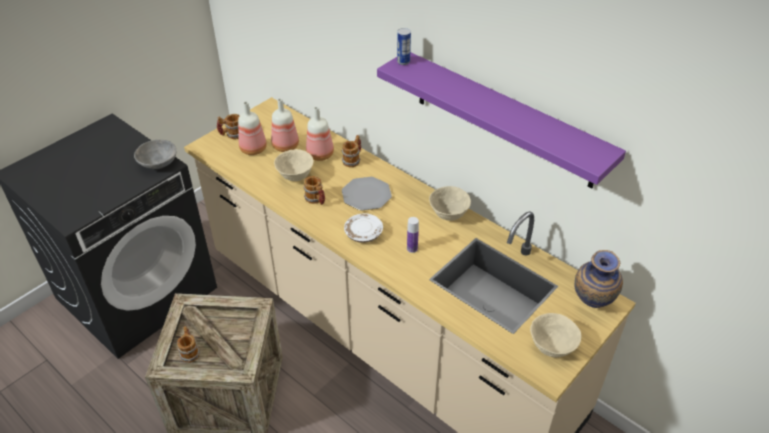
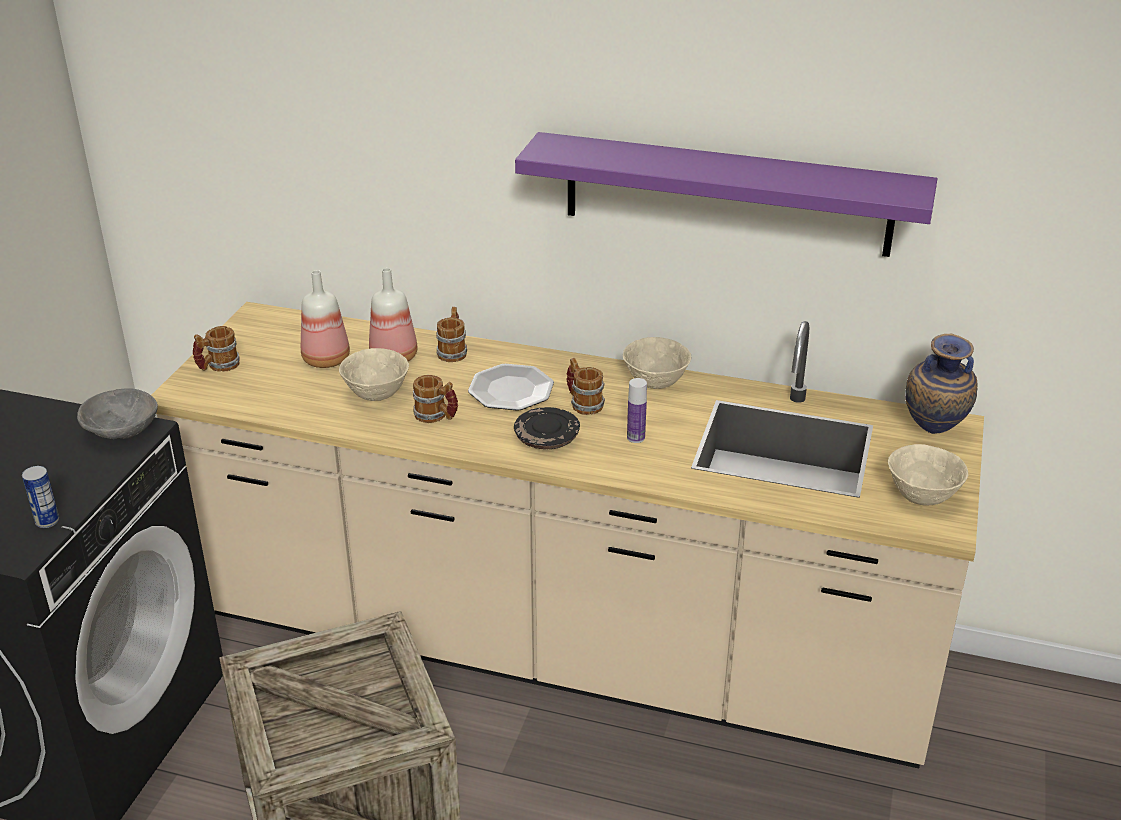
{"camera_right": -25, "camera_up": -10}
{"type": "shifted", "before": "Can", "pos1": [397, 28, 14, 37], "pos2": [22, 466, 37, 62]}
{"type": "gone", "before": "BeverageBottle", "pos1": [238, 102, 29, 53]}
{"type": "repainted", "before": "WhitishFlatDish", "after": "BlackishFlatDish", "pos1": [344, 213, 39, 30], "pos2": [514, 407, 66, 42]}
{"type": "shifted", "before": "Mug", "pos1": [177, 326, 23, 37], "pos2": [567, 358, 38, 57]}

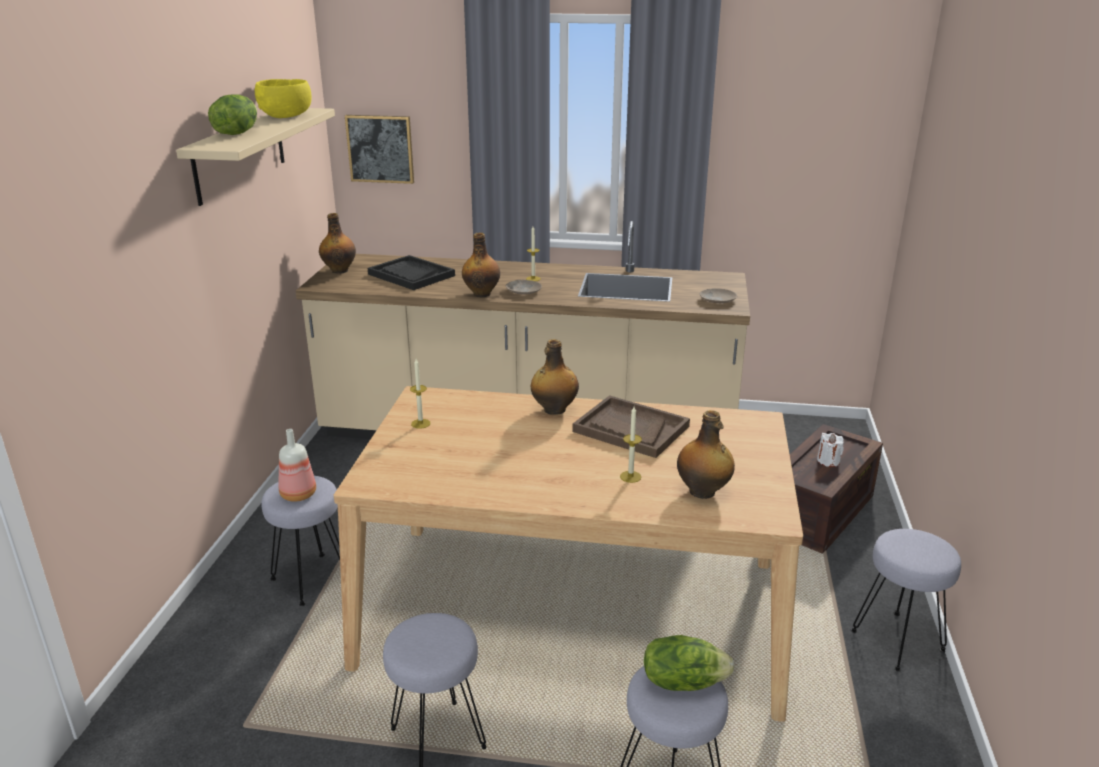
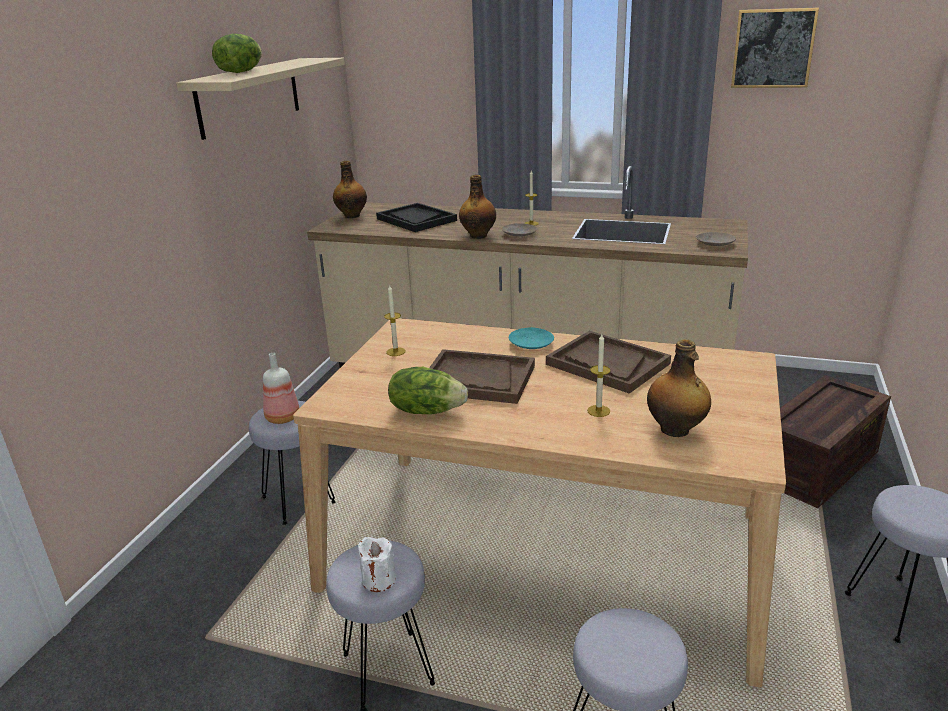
{"camera_right": 10, "camera_up": 0}
{"type": "gone", "before": "YellowColouredBowl", "pos1": [255, 79, 56, 39]}
{"type": "shifted", "before": "WallPicture", "pos1": [345, 115, 69, 69], "pos2": [731, 8, 88, 80]}
{"type": "swapped", "before": "BeverageBottle", "after": "TurquoiseColouredFlatDish", "pos1": [531, 339, 48, 76], "pos2": [509, 327, 45, 22]}
{"type": "shifted", "before": "WhitishWaxCandle", "pos1": [817, 433, 27, 34], "pos2": [358, 537, 38, 55]}
{"type": "shifted", "before": "LettuceHead", "pos1": [644, 635, 90, 56], "pos2": [388, 367, 80, 47]}
{"type": "new", "after": "BrownTray", "pos2": [429, 349, 106, 55]}

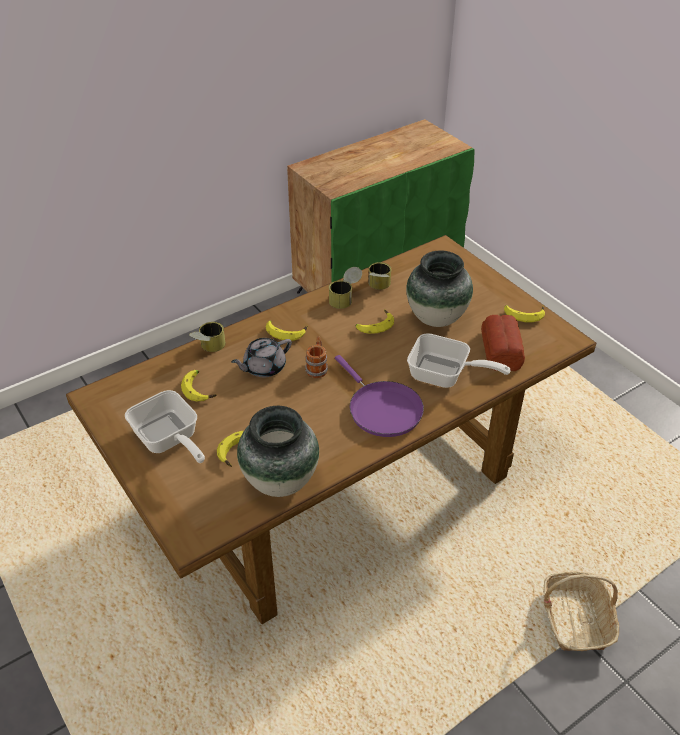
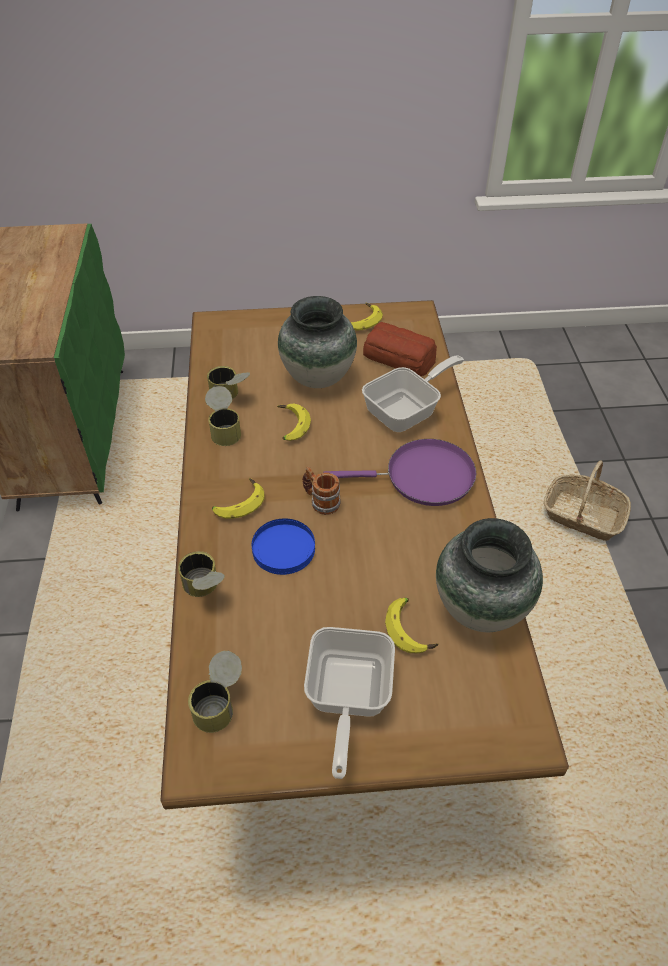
{"camera_right": -60, "camera_up": 5}
{"type": "swapped", "before": "GreyishTeaPot", "after": "BlueColouredFlatDish", "pos1": [231, 338, 61, 39], "pos2": [252, 518, 63, 57]}
{"type": "gone", "before": "Banana", "pos1": [181, 370, 36, 31]}
{"type": "rotated", "before": "FryingPan", "pos1": [125, 390, 80, 73], "pos2": [304, 627, 91, 152], "turn": 105}
{"type": "new", "after": "Can", "pos2": [188, 651, 54, 82]}

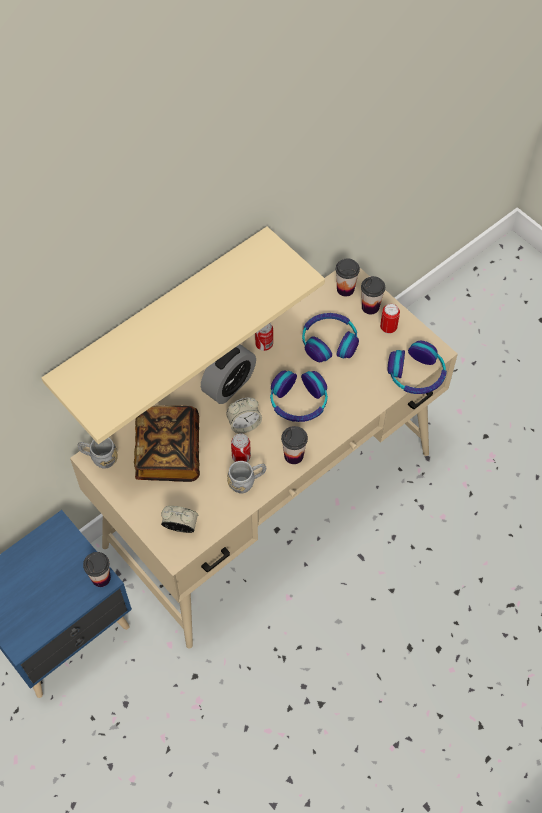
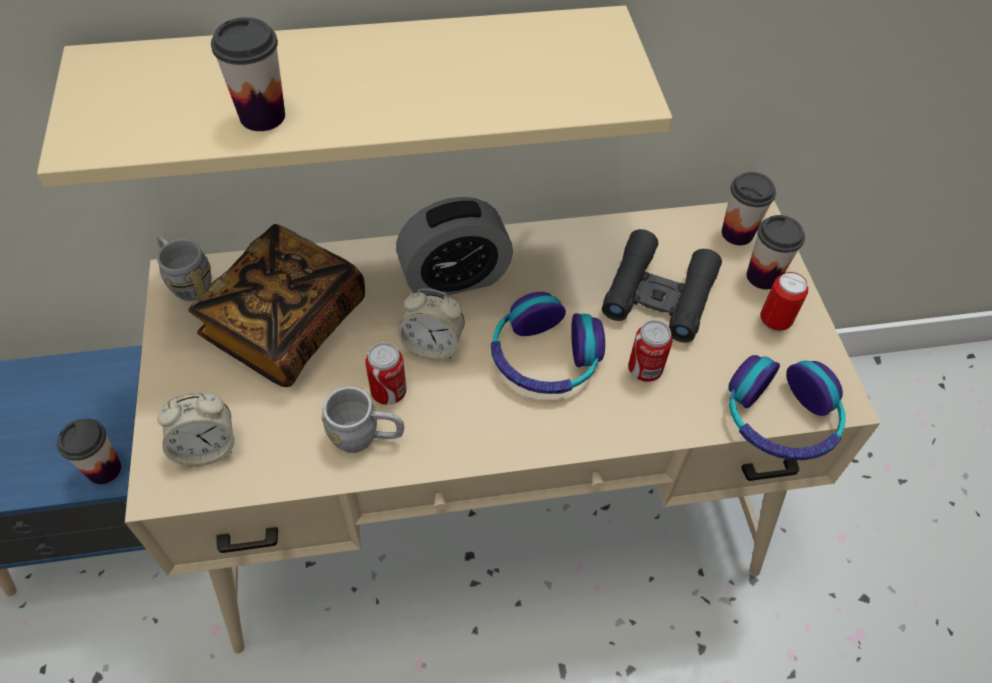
{"camera_right": 30, "camera_up": -5}
{"type": "swapped", "before": "Headphones", "after": "BlackishFieldGlasses", "pos1": [302, 313, 57, 49], "pos2": [602, 229, 120, 114]}
{"type": "shifted", "before": "Can", "pos1": [255, 323, 18, 28], "pos2": [628, 320, 45, 62]}
{"type": "shifted", "before": "SmallCup", "pos1": [281, 426, 27, 38], "pos2": [211, 17, 74, 114]}
{"type": "rotated", "before": "AlarmClock", "pos1": [161, 506, 37, 27], "pos2": [157, 392, 78, 74], "turn": 120}

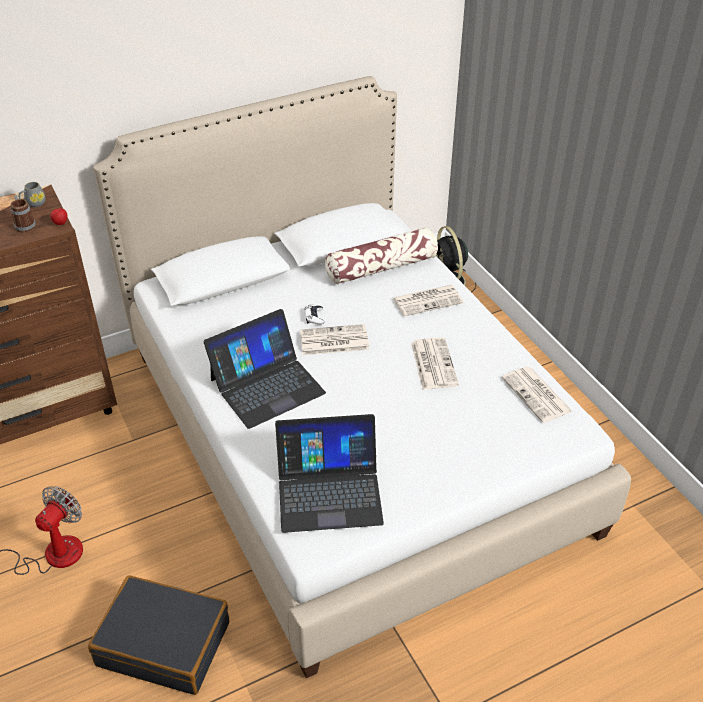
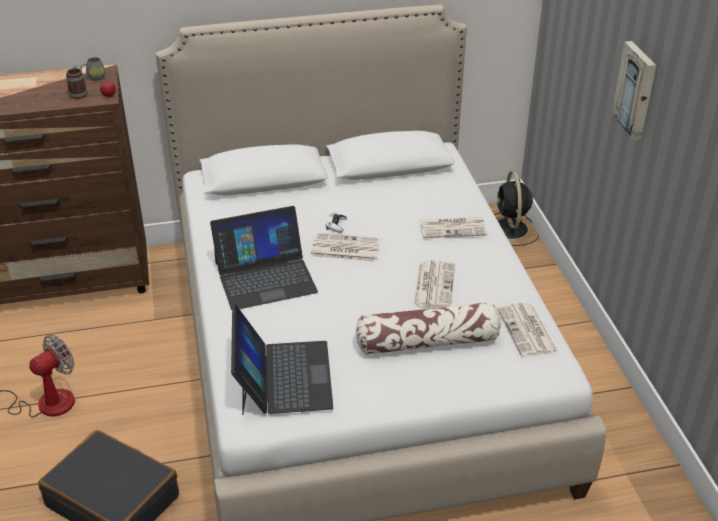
{"camera_right": 15, "camera_up": -5}
{"type": "shifted", "before": "Cushion", "pos1": [325, 227, 113, 57], "pos2": [356, 302, 145, 53]}
{"type": "rotated", "before": "PortableComputer", "pos1": [275, 414, 109, 119], "pos2": [231, 304, 102, 111], "turn": -105}
{"type": "new", "after": "WallPicture", "pos2": [612, 41, 44, 99]}

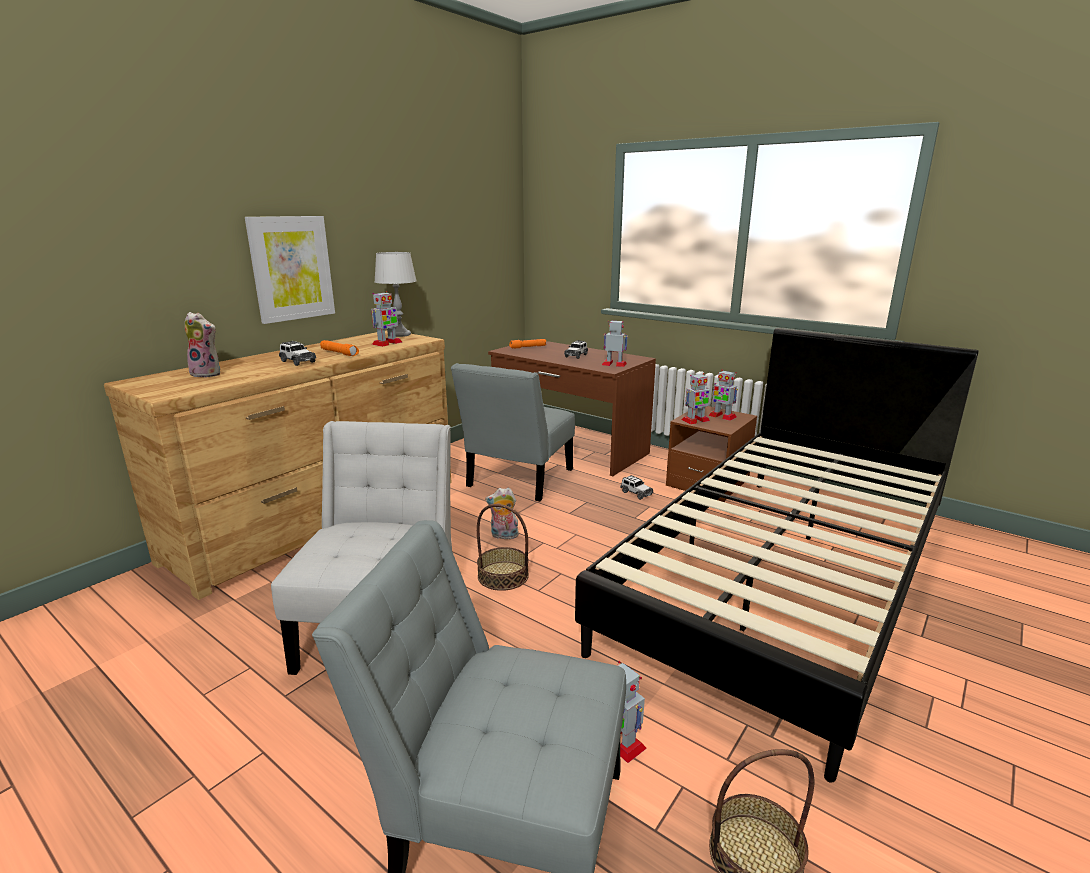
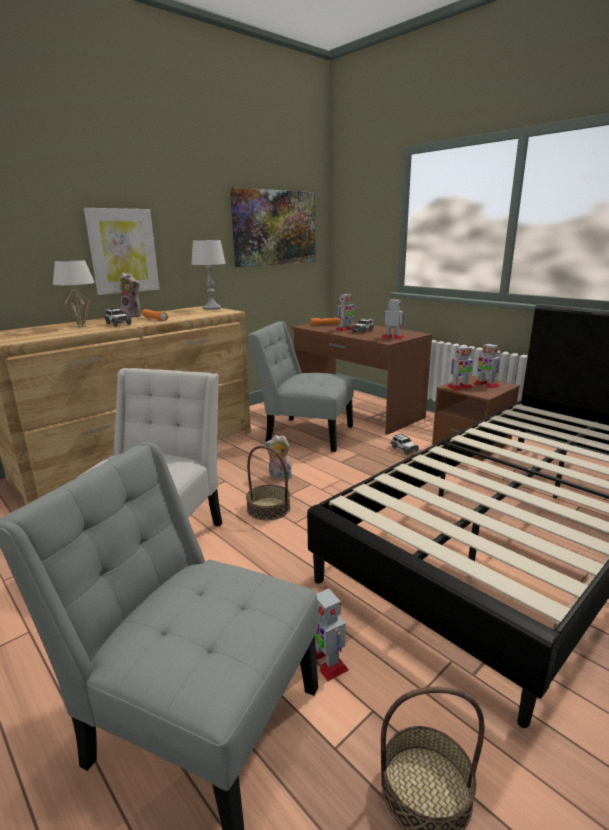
{"camera_right": 10, "camera_up": 0}
{"type": "shifted", "before": "ModelRobot", "pos1": [371, 291, 31, 56], "pos2": [336, 293, 18, 38]}
{"type": "shifted", "before": "CuddlyToy", "pos1": [185, 312, 35, 66], "pos2": [120, 272, 21, 45]}
{"type": "rotated", "before": "GreyishPlainChair", "pos1": [451, 363, 124, 138], "pos2": [247, 321, 107, 131], "turn": 75}
{"type": "new", "after": "WallPicture", "pos2": [230, 187, 86, 80]}
{"type": "new", "after": "WhitishLampForATable", "pos2": [53, 260, 42, 67]}

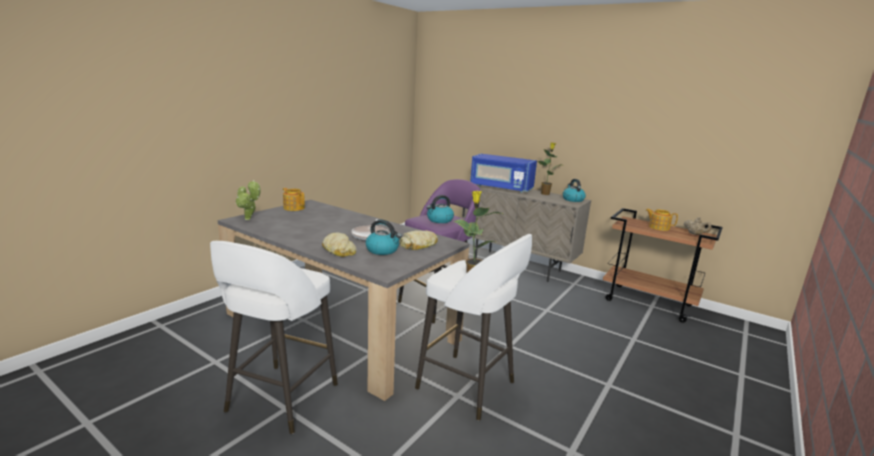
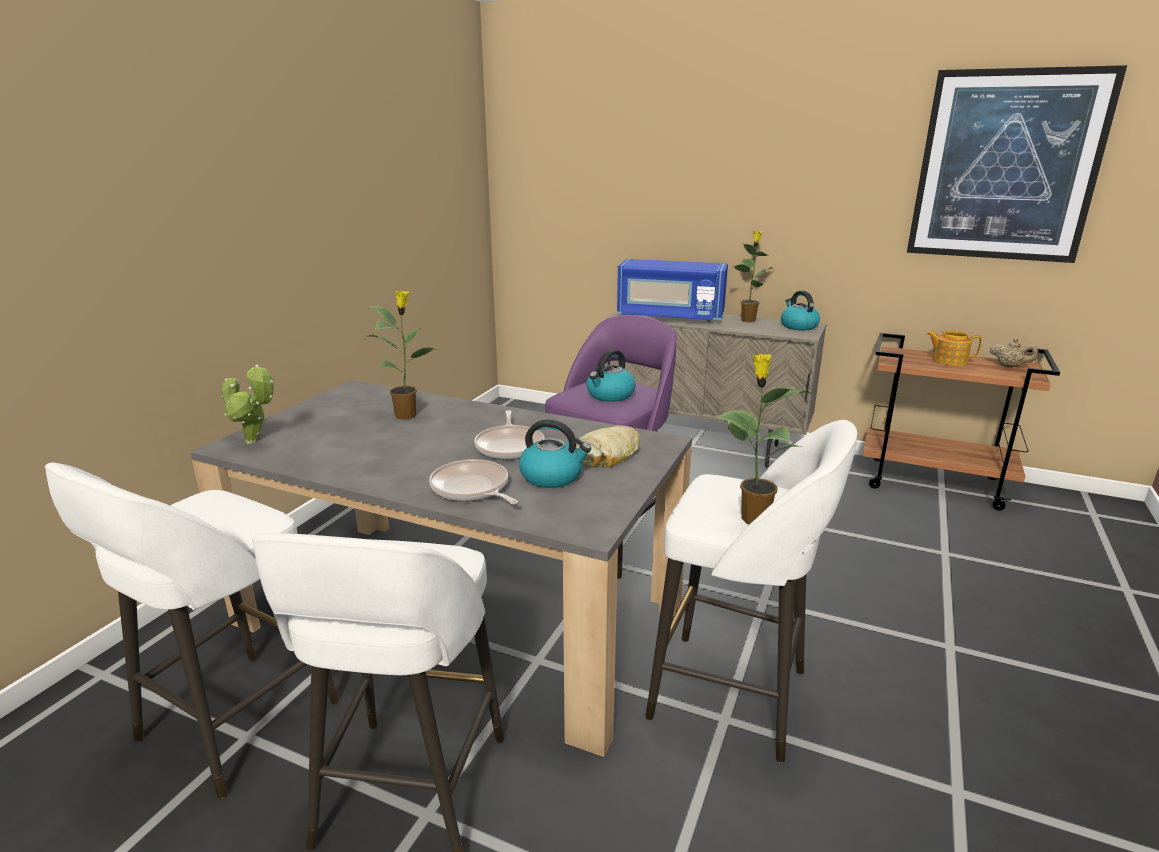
{"camera_right": -10, "camera_up": 5}
{"type": "gone", "before": "TeaPot", "pos1": [283, 188, 22, 23]}
{"type": "swapped", "before": "BakeryBread", "after": "FryingPan", "pos1": [322, 232, 35, 25], "pos2": [429, 459, 89, 45]}
{"type": "new", "after": "WallPicture", "pos2": [907, 65, 220, 198]}
{"type": "new", "after": "PottedPlant", "pos2": [368, 290, 72, 130]}
{"type": "new", "after": "WhitishStool", "pos2": [45, 463, 294, 336]}

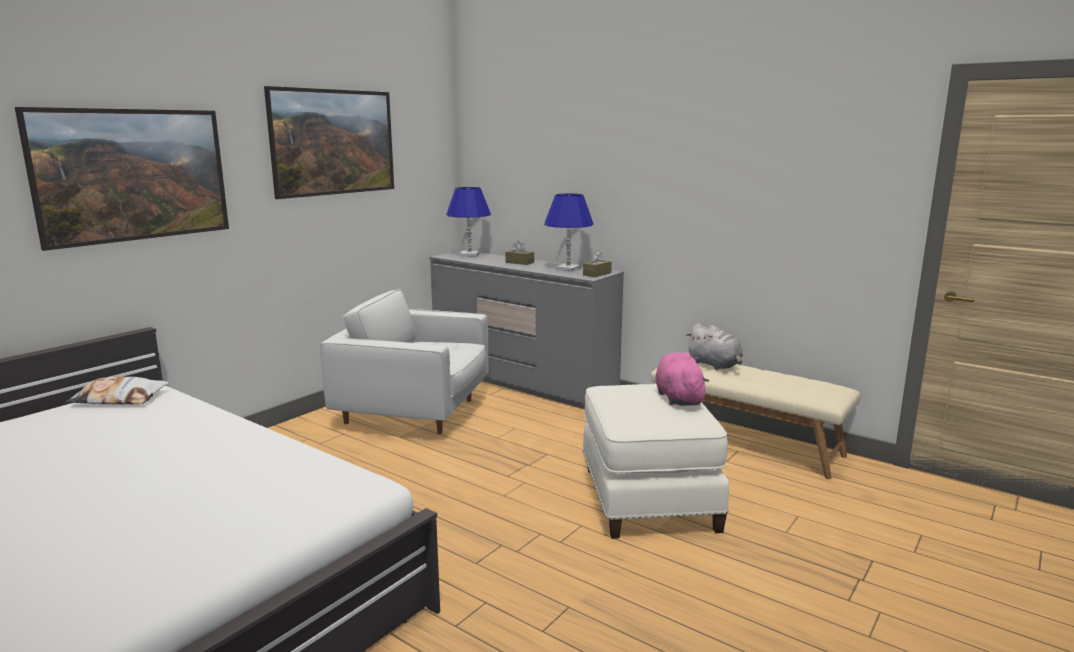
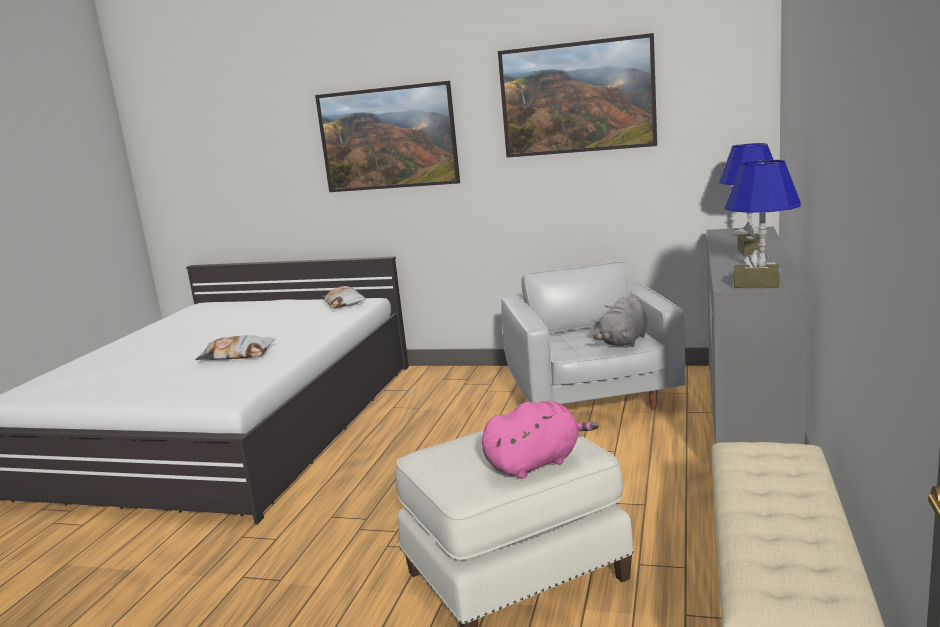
{"camera_right": 70, "camera_up": 0}
{"type": "shifted", "before": "GreyishCuddlyToy", "pos1": [686, 323, 57, 47], "pos2": [593, 294, 55, 53]}
{"type": "new", "after": "Cushion", "pos2": [195, 335, 81, 25]}

